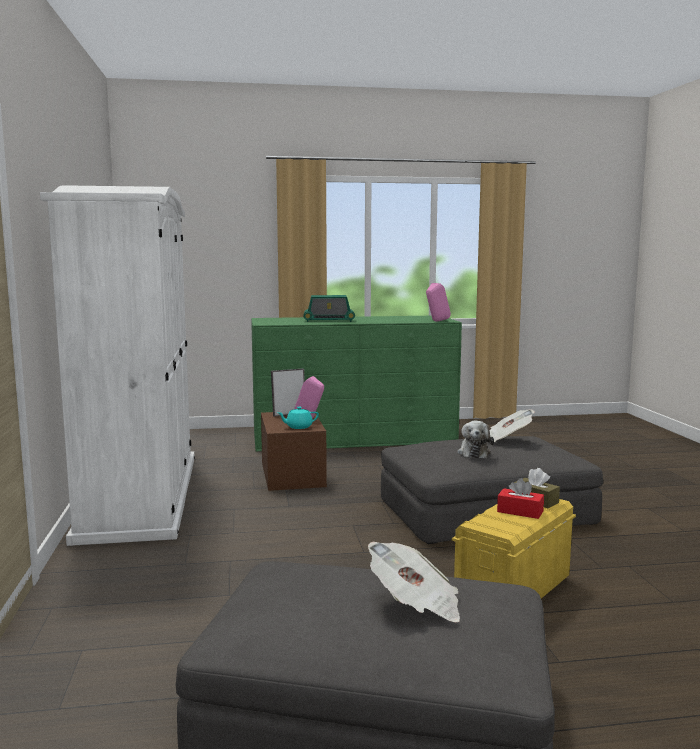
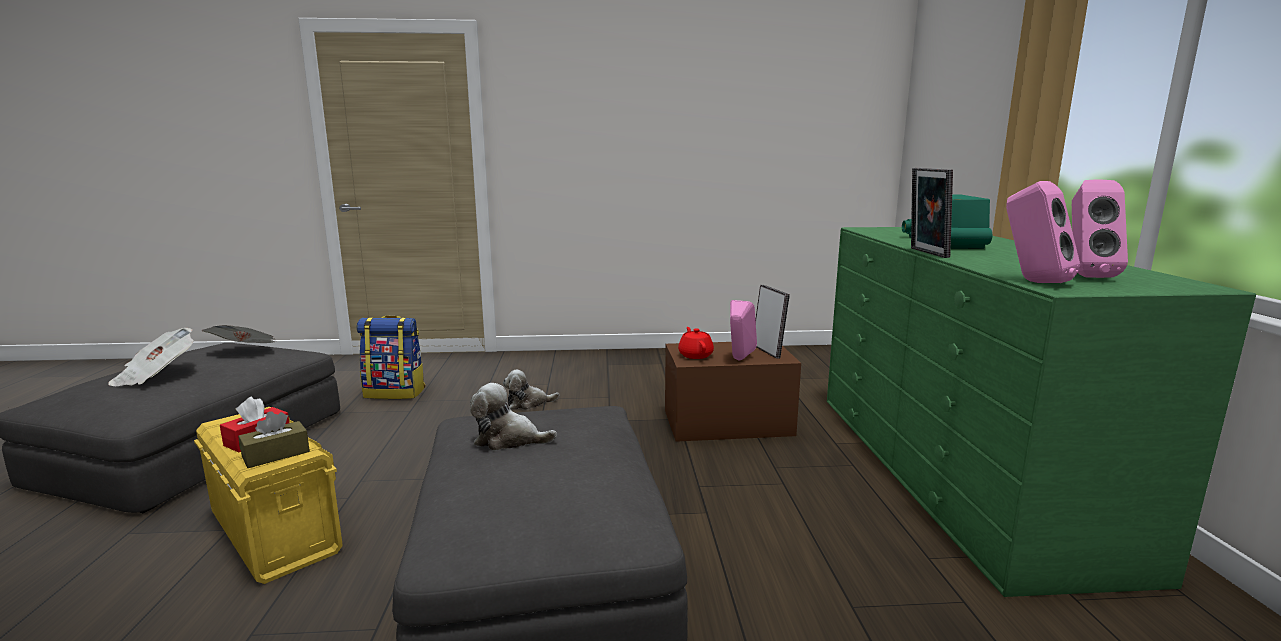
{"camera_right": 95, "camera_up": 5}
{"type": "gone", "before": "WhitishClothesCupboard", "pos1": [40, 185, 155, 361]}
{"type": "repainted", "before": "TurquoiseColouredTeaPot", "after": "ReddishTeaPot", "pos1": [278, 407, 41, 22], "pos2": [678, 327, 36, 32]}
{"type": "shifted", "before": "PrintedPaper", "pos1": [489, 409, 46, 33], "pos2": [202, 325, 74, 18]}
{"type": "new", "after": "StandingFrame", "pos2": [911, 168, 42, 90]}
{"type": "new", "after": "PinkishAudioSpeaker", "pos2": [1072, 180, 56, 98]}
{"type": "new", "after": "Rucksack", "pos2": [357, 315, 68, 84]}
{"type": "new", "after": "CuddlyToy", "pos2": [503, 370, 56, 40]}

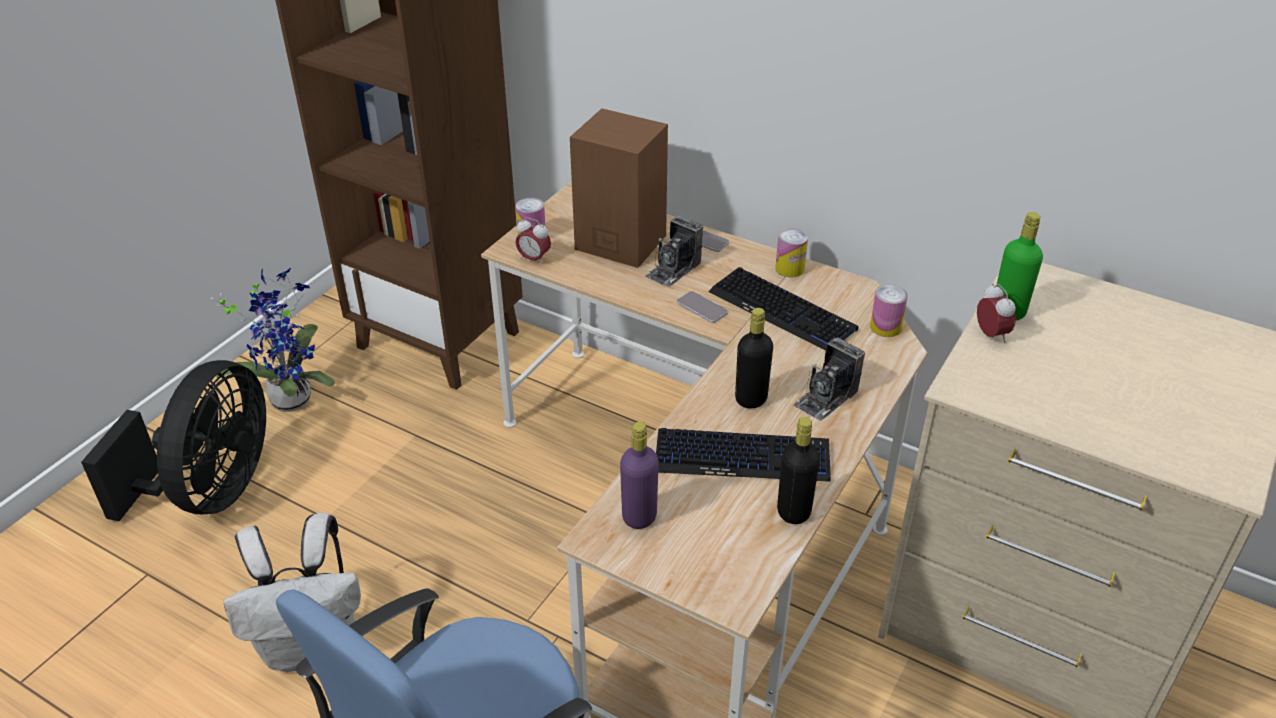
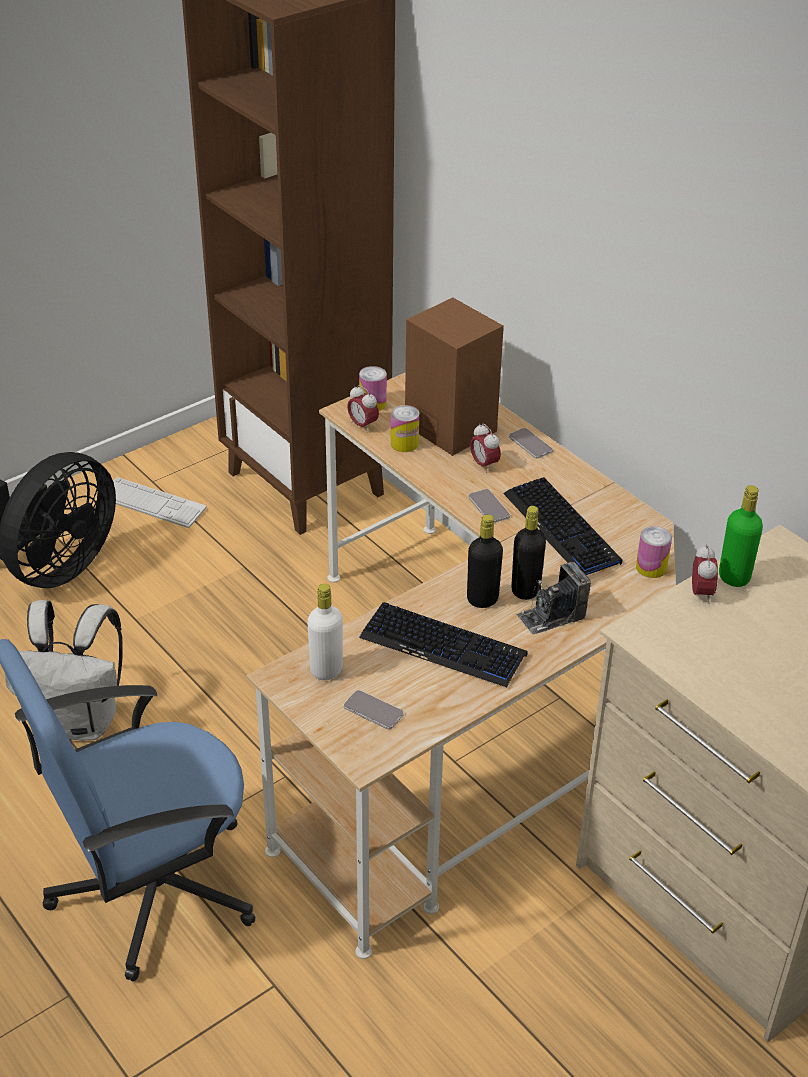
{"camera_right": 20, "camera_up": 0}
{"type": "swapped", "before": "PhotoCamera", "after": "AlarmClock", "pos1": [645, 216, 58, 71], "pos2": [470, 423, 31, 50]}
{"type": "shifted", "before": "Can", "pos1": [775, 228, 33, 49], "pos2": [391, 405, 28, 47]}
{"type": "swapped", "before": "PottedPlant", "after": "ComputerKeyboard", "pos1": [211, 268, 124, 144], "pos2": [113, 477, 94, 51]}
{"type": "shifted", "before": "BlackishBeverageBottle", "pos1": [777, 417, 43, 107], "pos2": [511, 506, 35, 94]}
{"type": "repainted", "before": "PurpleColouredBeverageBottle", "after": "WhitishBeverageBottle", "pos1": [620, 422, 39, 107], "pos2": [307, 584, 36, 96]}
{"type": "new", "after": "Handset", "pos2": [344, 690, 60, 39]}

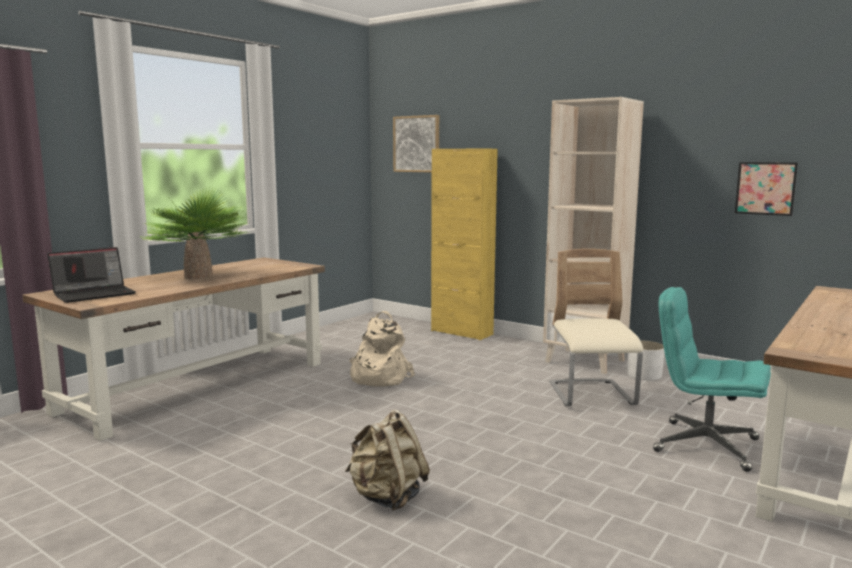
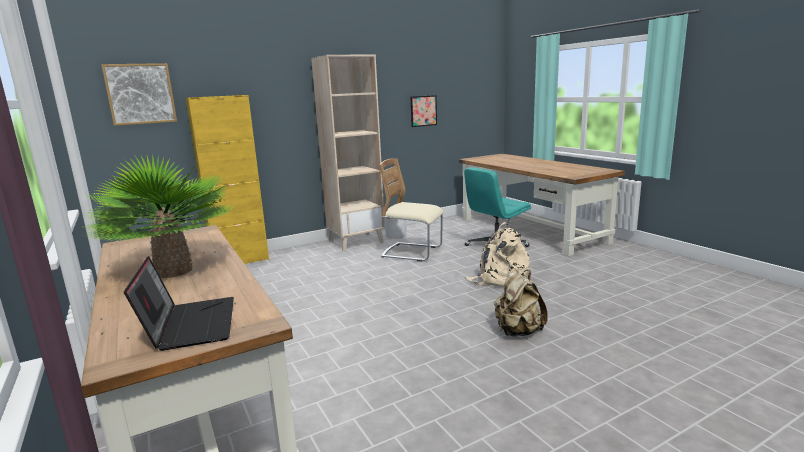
{"camera_right": -65, "camera_up": 5}
{"type": "shifted", "before": "SandColouredRucksack", "pos1": [349, 311, 66, 76], "pos2": [465, 222, 65, 65]}

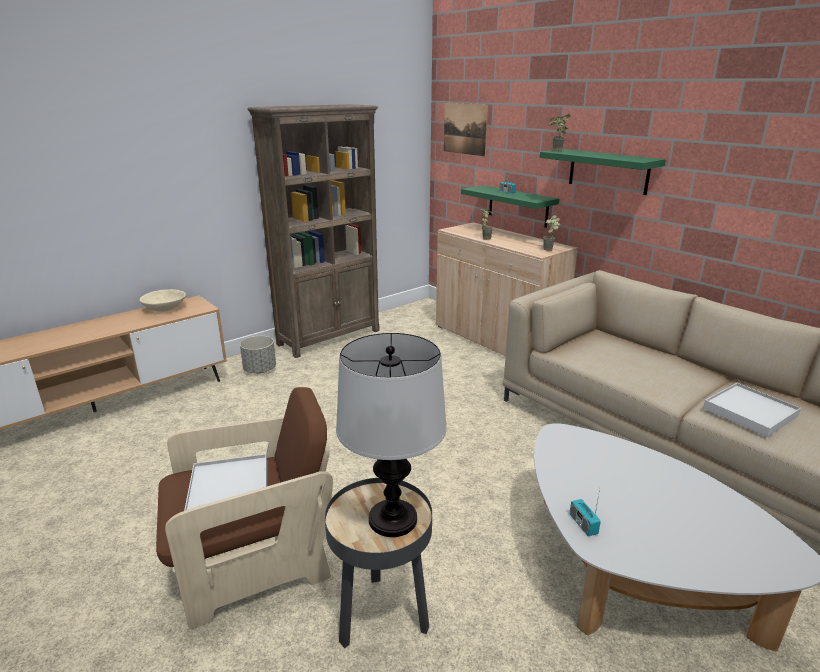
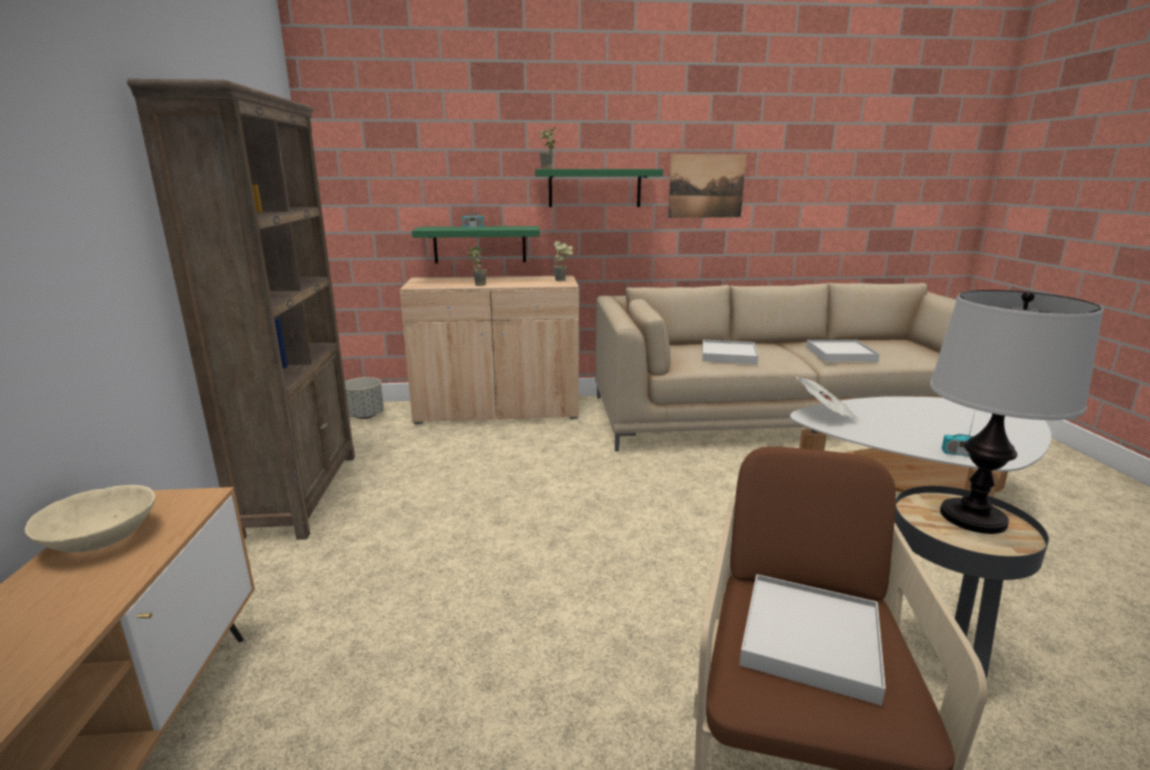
{"camera_right": -55, "camera_up": -5}
{"type": "shifted", "before": "WallPicture", "pos1": [444, 103, 44, 54], "pos2": [668, 154, 78, 64]}
{"type": "shifted", "before": "GreyishPlantPot", "pos1": [240, 336, 36, 37], "pos2": [345, 377, 39, 42]}
{"type": "new", "after": "WhitishTray", "pos2": [702, 340, 56, 24]}
{"type": "new", "after": "PrintedPaper", "pos2": [796, 377, 67, 45]}

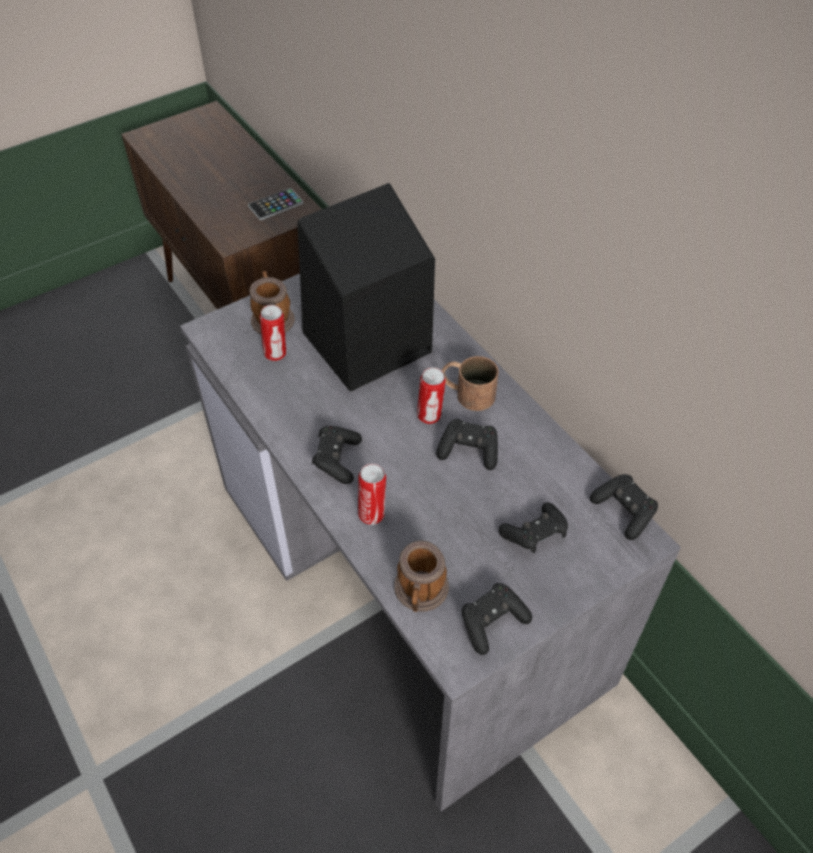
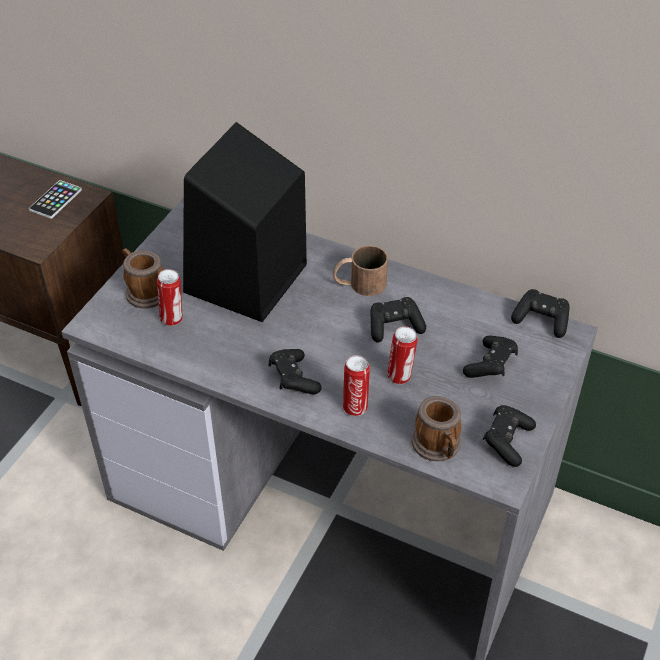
{"camera_right": -30, "camera_up": -5}
{"type": "shifted", "before": "Can", "pos1": [417, 367, 29, 57], "pos2": [387, 327, 31, 57]}

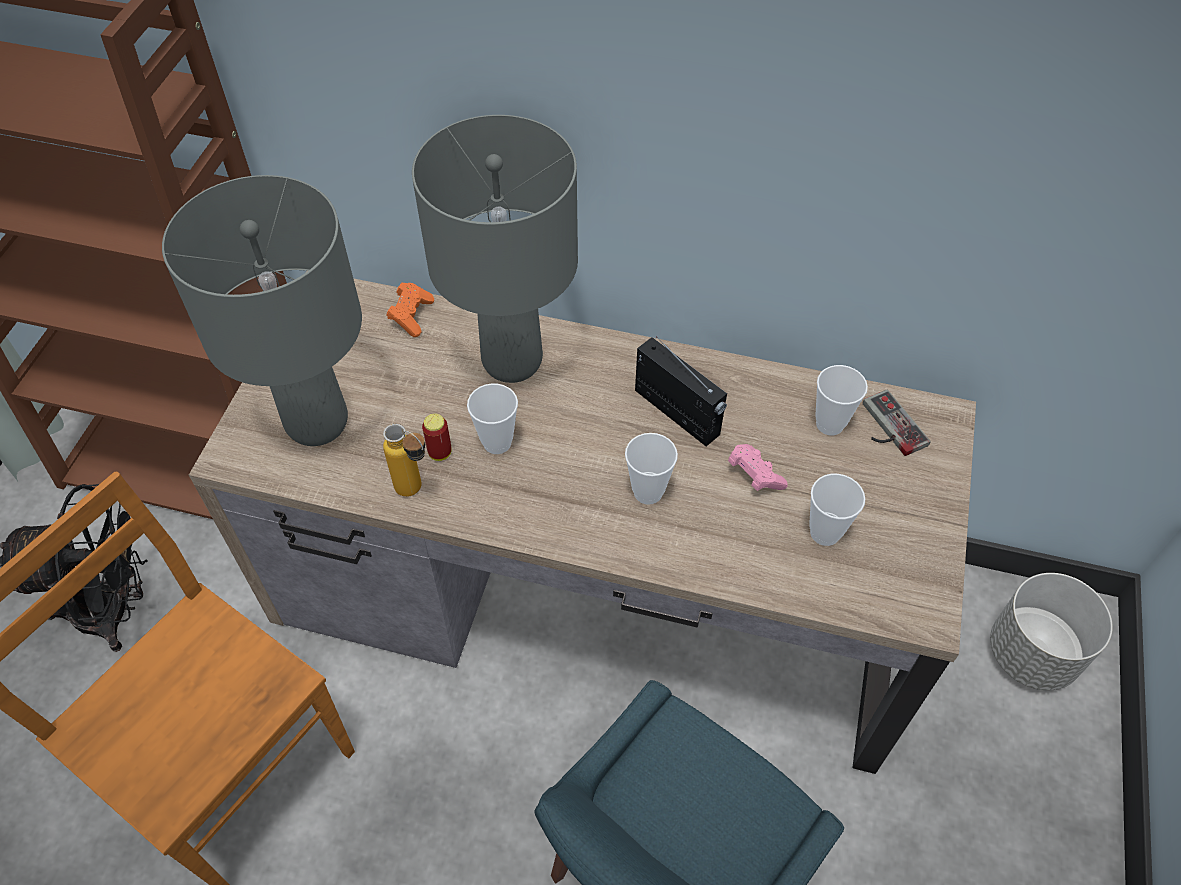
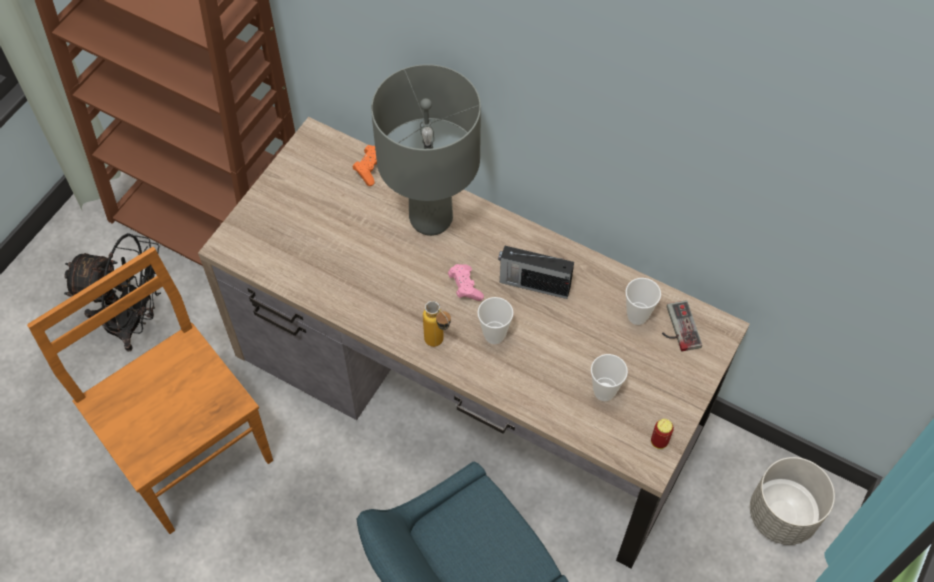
{"camera_right": 15, "camera_up": 5}
{"type": "gone", "before": "GreyishLampForATable", "pos1": [162, 175, 200, 271]}
{"type": "rotated", "before": "RadioSet", "pos1": [635, 336, 92, 111], "pos2": [498, 246, 76, 53], "turn": 135}
{"type": "gone", "before": "SmallCup", "pos1": [467, 383, 51, 71]}
{"type": "shifted", "before": "Can", "pos1": [422, 414, 30, 47], "pos2": [651, 419, 23, 30]}
{"type": "shifted", "before": "BeverageBottle", "pos1": [383, 424, 42, 73], "pos2": [423, 301, 28, 46]}
{"type": "shifted", "before": "PinkishGamepad", "pos1": [728, 444, 60, 47], "pos2": [448, 264, 36, 37]}

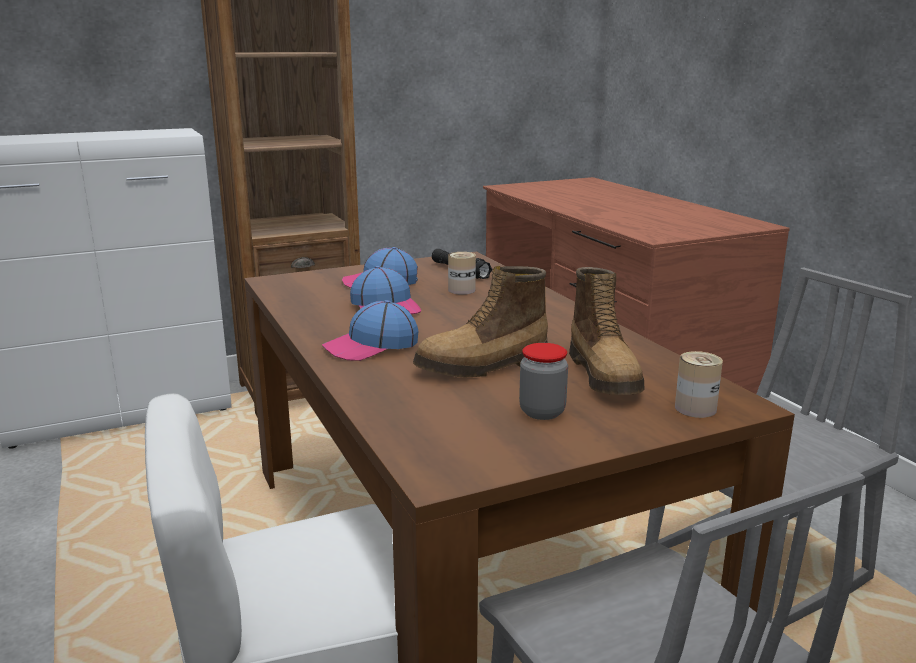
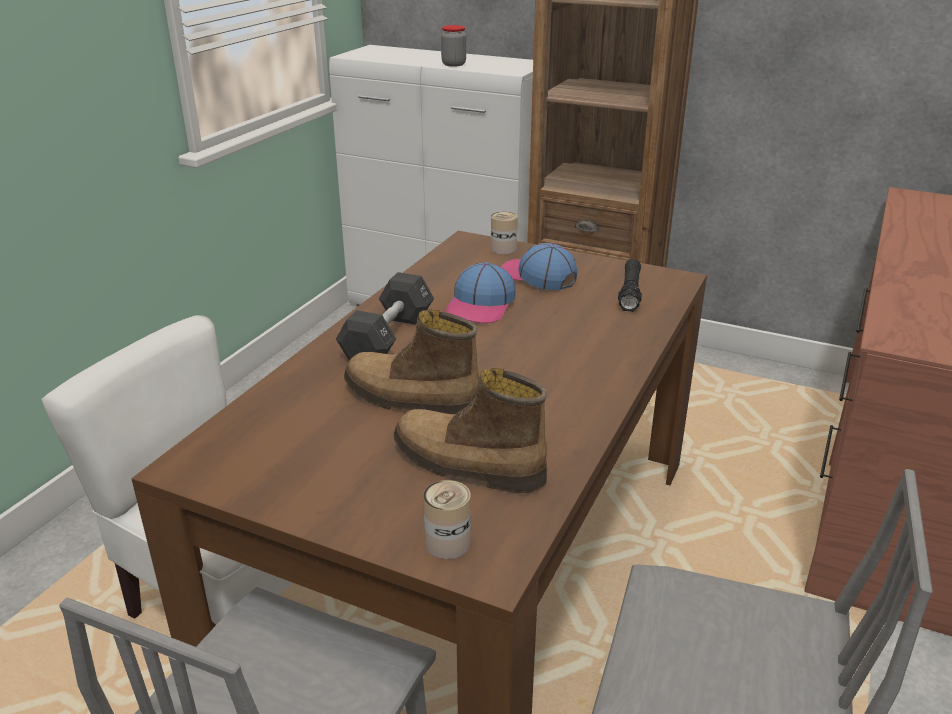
{"camera_right": 50, "camera_up": 10}
{"type": "shifted", "before": "Can", "pos1": [448, 252, 28, 43], "pos2": [491, 212, 27, 42]}
{"type": "rotated", "before": "TallBoot", "pos1": [569, 267, 76, 128], "pos2": [394, 368, 153, 125], "turn": 75}
{"type": "swapped", "before": "Cap", "after": "BlackishHandWeight", "pos1": [322, 300, 96, 61], "pos2": [336, 272, 98, 89]}
{"type": "shifted", "before": "StorageJar", "pos1": [519, 343, 49, 77], "pos2": [441, 25, 25, 42]}

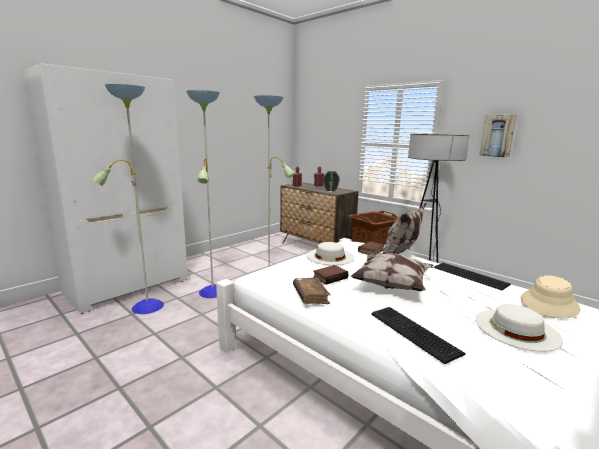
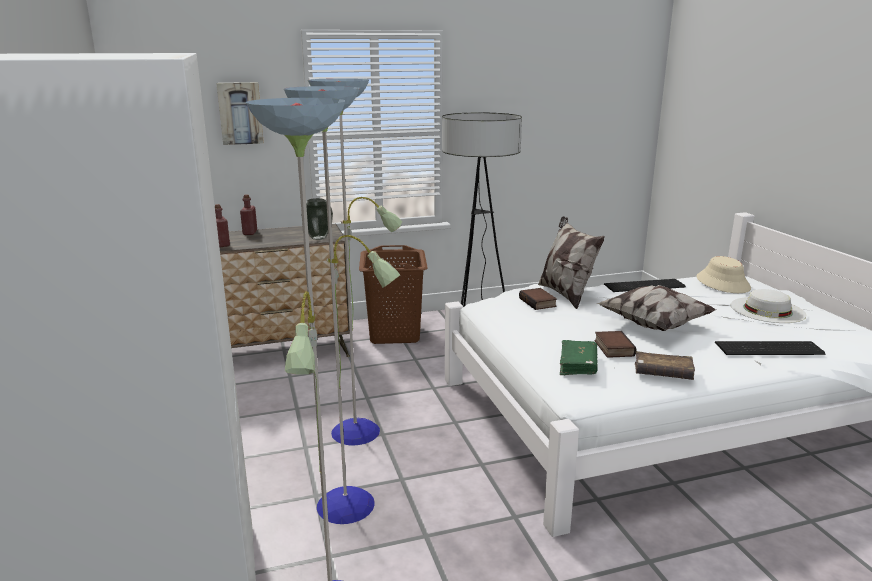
{"camera_right": -60, "camera_up": 5}
{"type": "shifted", "before": "WallPicture", "pos1": [479, 115, 38, 42], "pos2": [216, 82, 48, 63]}
{"type": "gone", "before": "WhitishWearableHat", "pos1": [306, 242, 49, 23]}
{"type": "new", "after": "GreenishBook", "pos2": [560, 340, 38, 35]}

